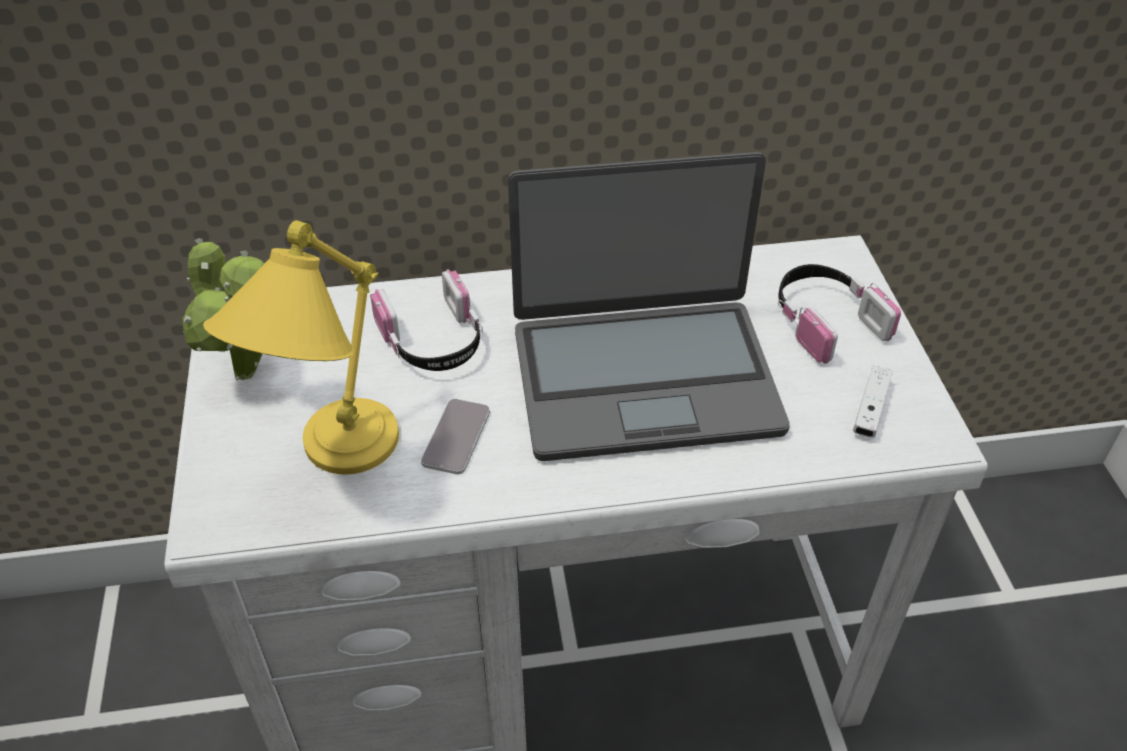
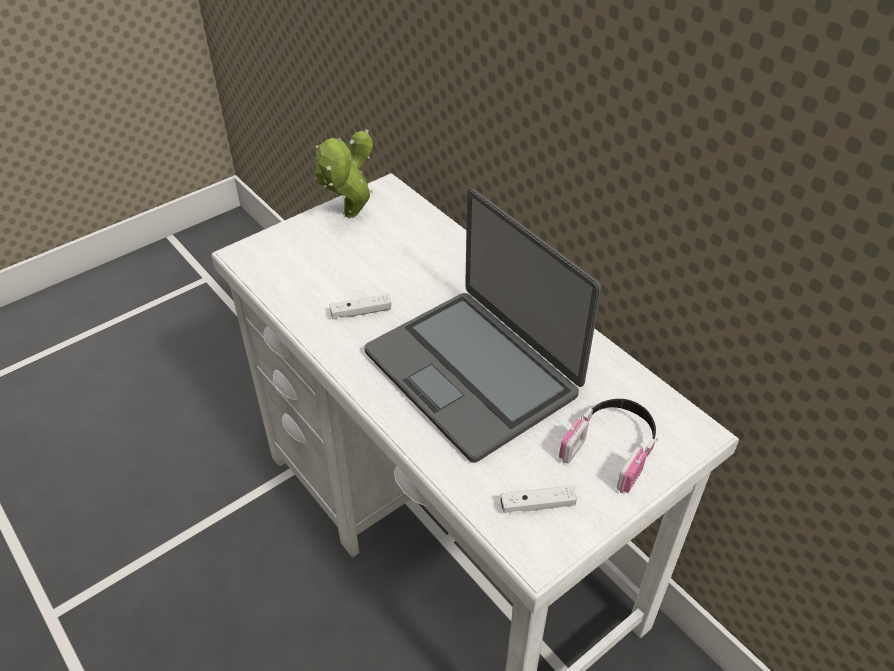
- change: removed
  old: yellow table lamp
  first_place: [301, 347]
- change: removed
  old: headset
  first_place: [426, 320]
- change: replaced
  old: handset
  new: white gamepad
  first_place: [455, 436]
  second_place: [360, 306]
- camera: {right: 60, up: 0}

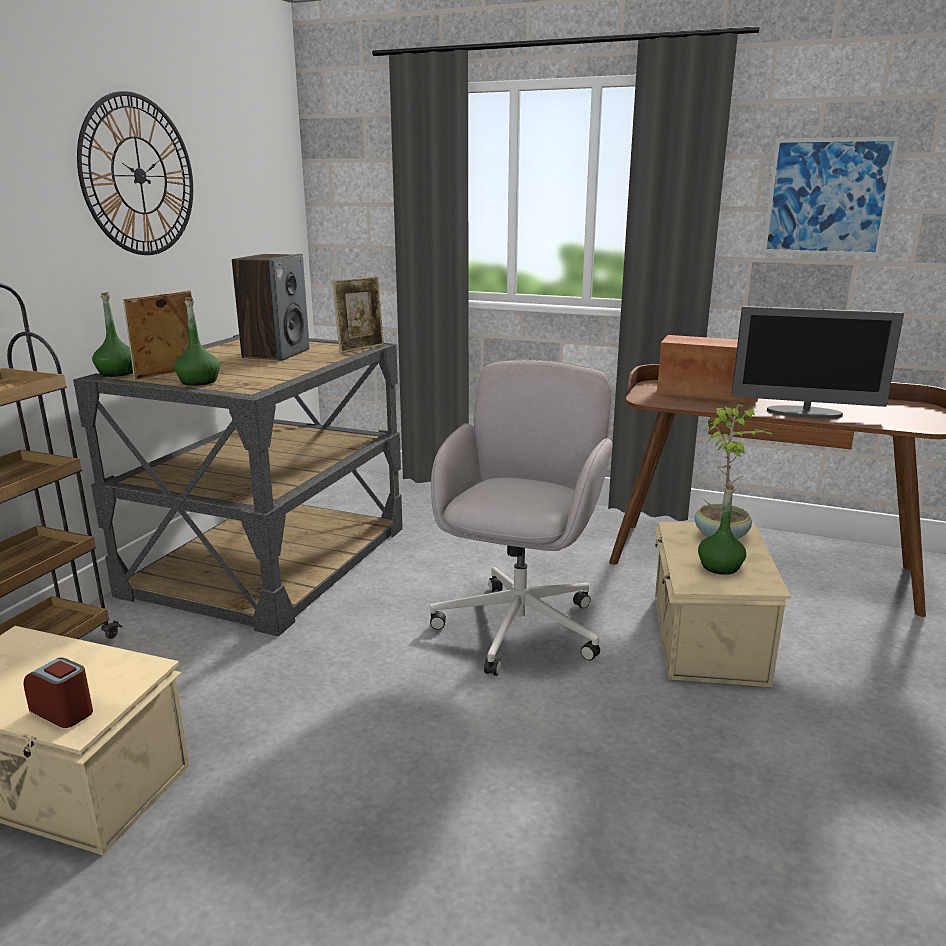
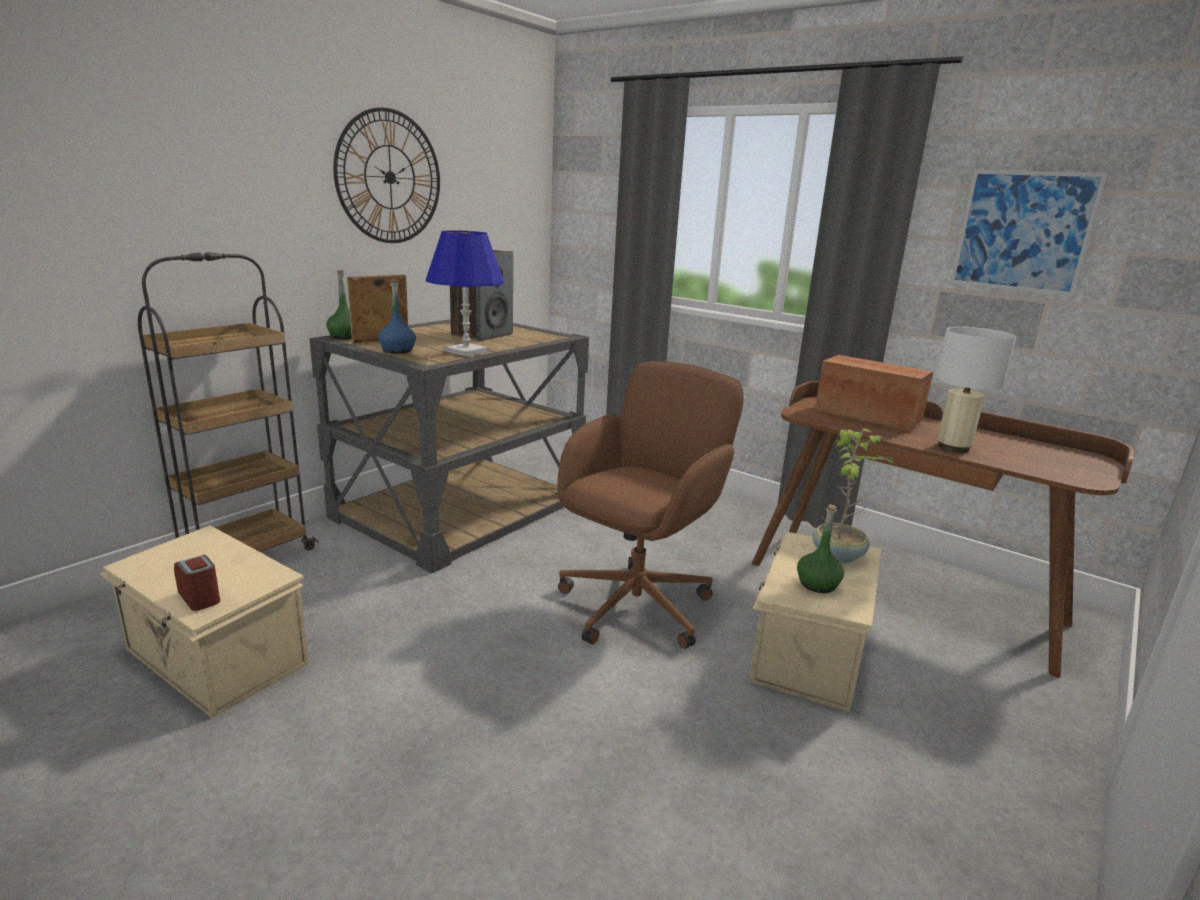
- change: removed
  old: picture frame
  first_place: [358, 315]
- change: added
  new: blue table lamp
  second_place: [465, 293]
- change: replaced
  old: computer display
  new: white table lamp
  first_place: [818, 362]
  second_place: [976, 389]
- change: recoloured
  old: greenish beverage bottle
  new: blue beverage bottle
  first_place: [197, 341]
  second_place: [397, 316]
- change: recoloured
  old: grey desk chair
  new: brownish desk chair
  first_place: [521, 518]
  second_place: [650, 505]
- camera: {right: 15, up: 0}

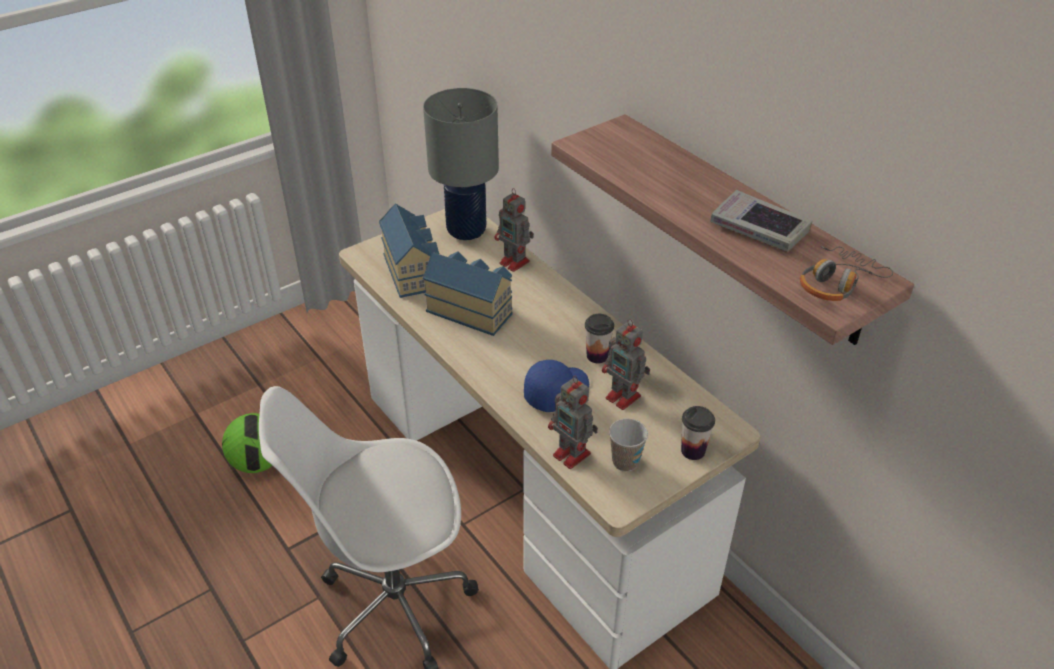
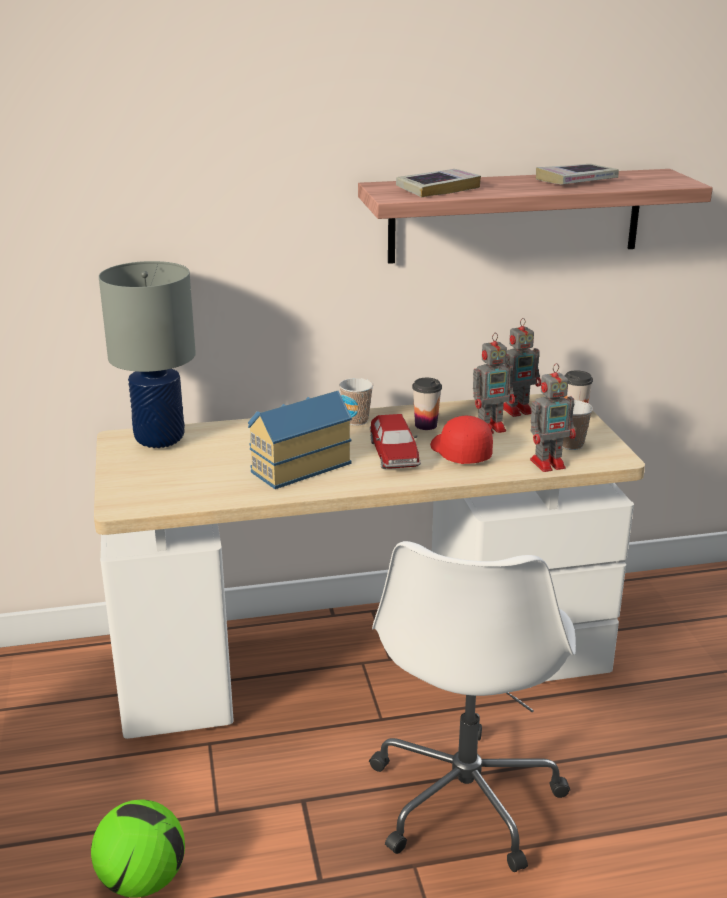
- change: removed
  old: miniature house
  first_place: [409, 250]
- change: removed
  old: headset
  first_place: [846, 273]
- change: added
  new: drinking cup
  second_place: [356, 402]
- change: added
  new: model car
  second_place: [395, 441]
- change: added
  new: bound book
  second_place: [438, 183]
- change: moved
  old: toy robot
  first_place: [514, 230]
  second_place: [522, 367]
- change: recoloured
  old: blue baseball cap
  new: red-coloured baseball cap
  first_place: [556, 385]
  second_place: [461, 440]
- camera: {right: -65, up: -15}

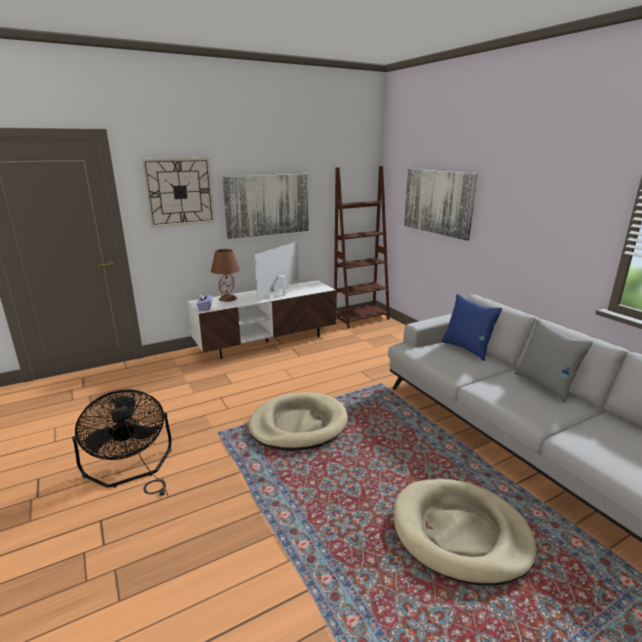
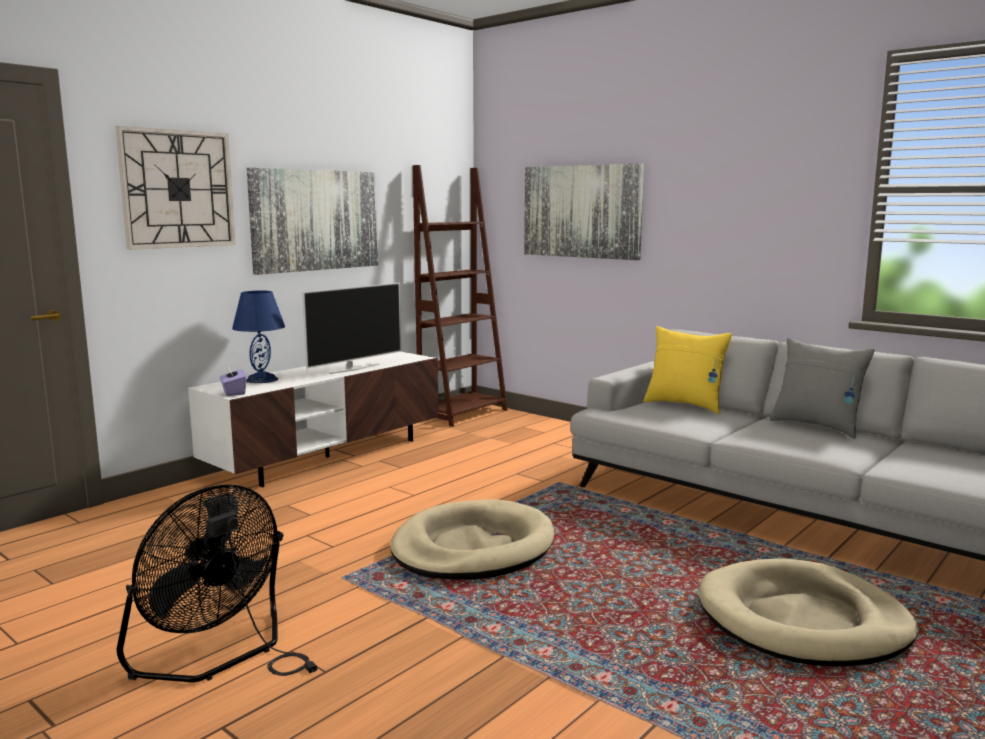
- change: recoloured
  old: brownish table lamp
  new: blue table lamp
  first_place: [225, 275]
  second_place: [258, 337]
- change: recoloured
  old: blue pillow
  new: yellow pillow
  first_place: [471, 327]
  second_place: [687, 370]
- change: turned
  old: TV
  first_place: [276, 270]
  second_place: [351, 328]
  degrees: -150
- camera: {right: -20, up: -10}

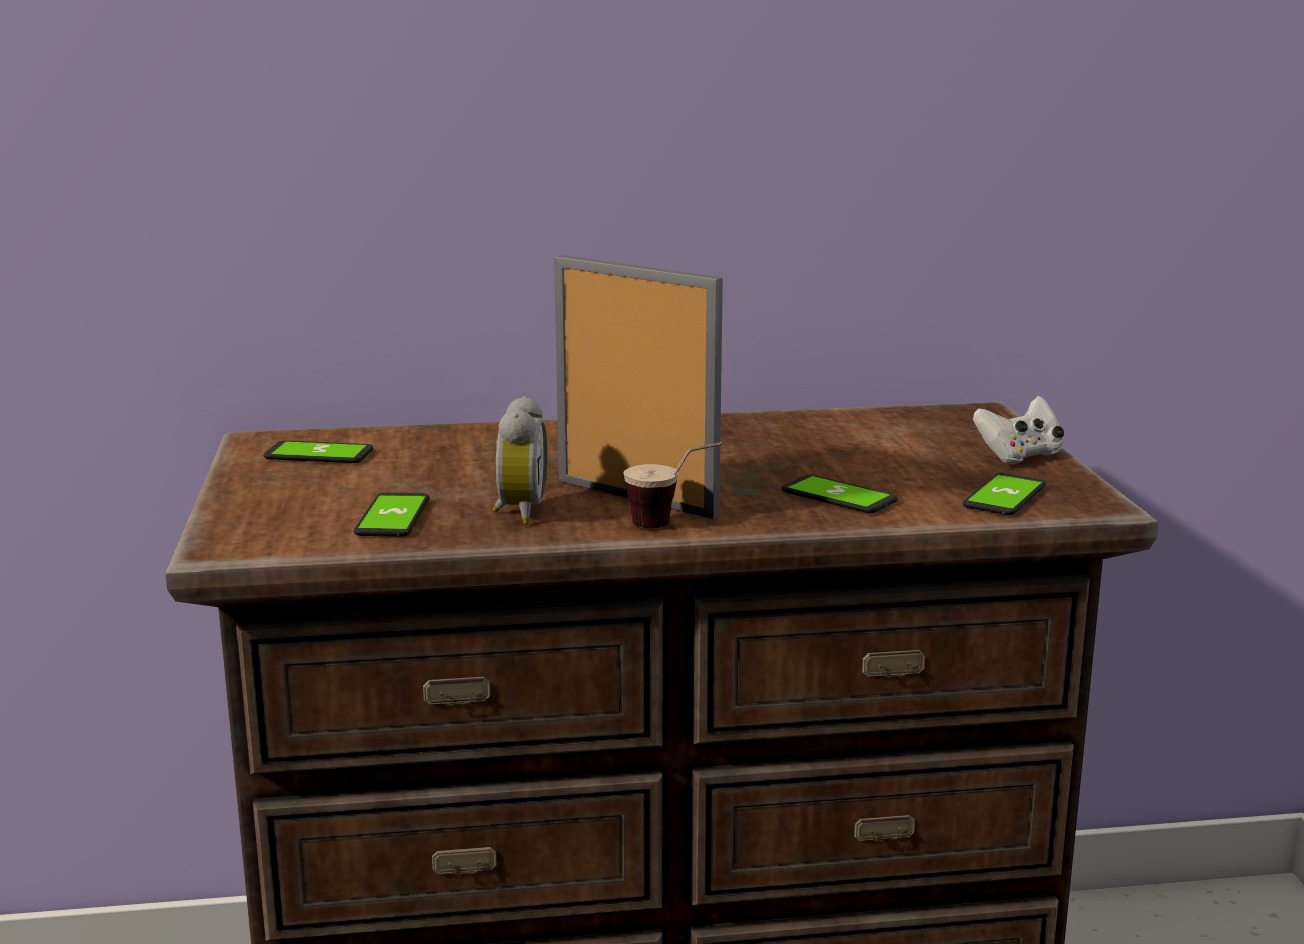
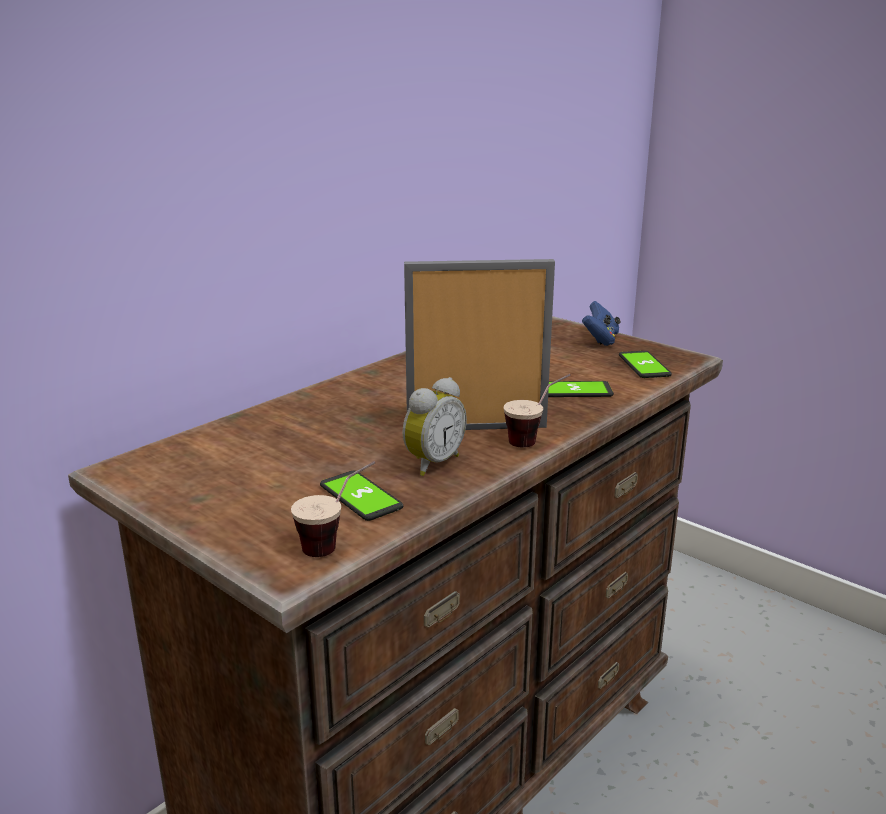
- change: removed
  old: handset
  first_place: [318, 452]
- change: added
  new: drinking cup
  second_place: [333, 509]
- change: recoloured
  old: white gamepad
  new: blue gamepad
  first_place: [1018, 430]
  second_place: [601, 323]
- change: turned
  old: table clock
  first_place: [520, 460]
  second_place: [435, 426]
  degrees: 75
- camera: {right: -40, up: 5}

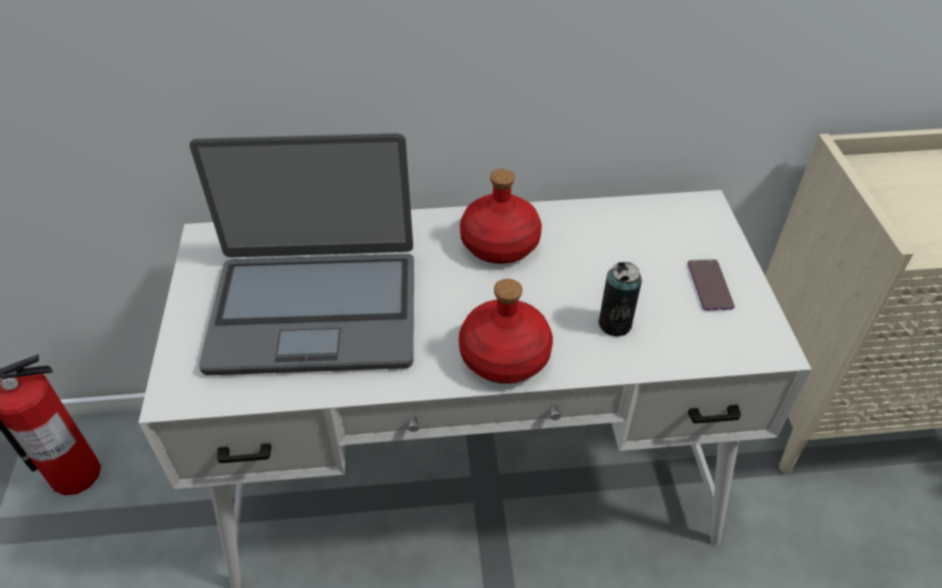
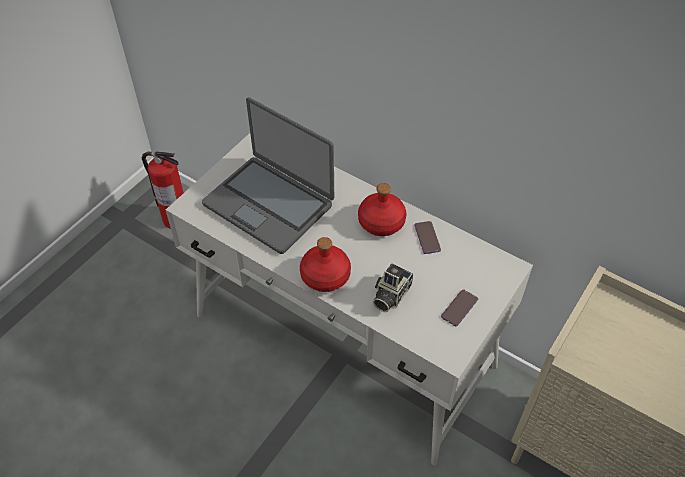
- change: added
  new: handset
  second_place: [428, 237]
- change: replaced
  old: metal can
  new: photo camera
  first_place: [620, 299]
  second_place: [393, 288]
- camera: {right: 40, up: 5}

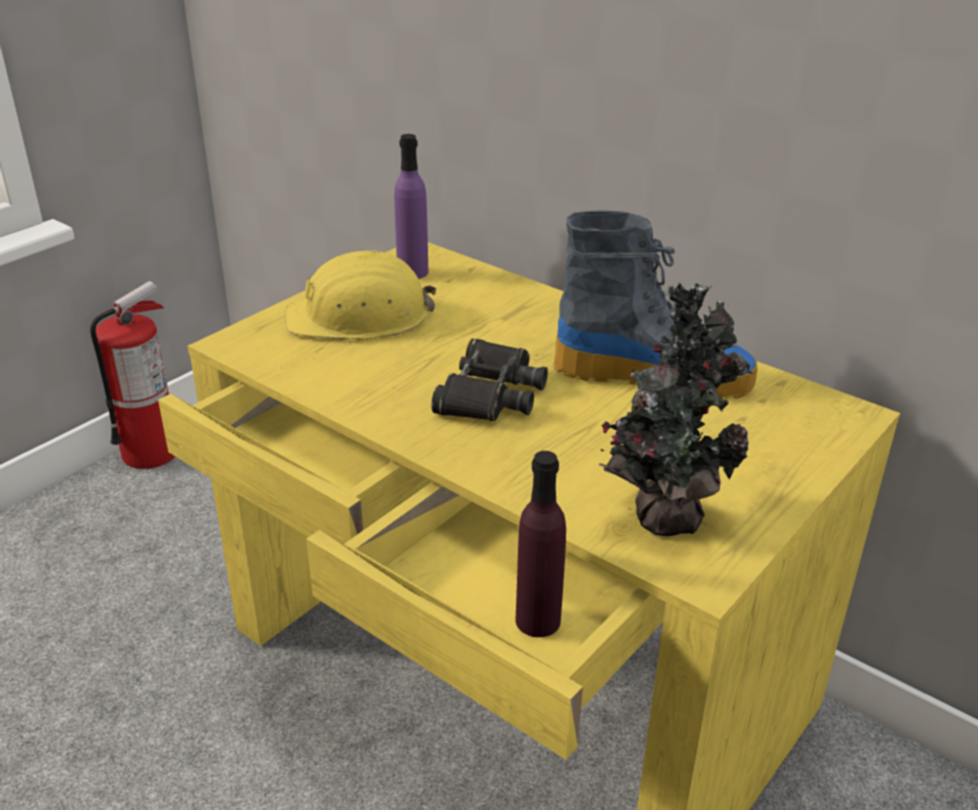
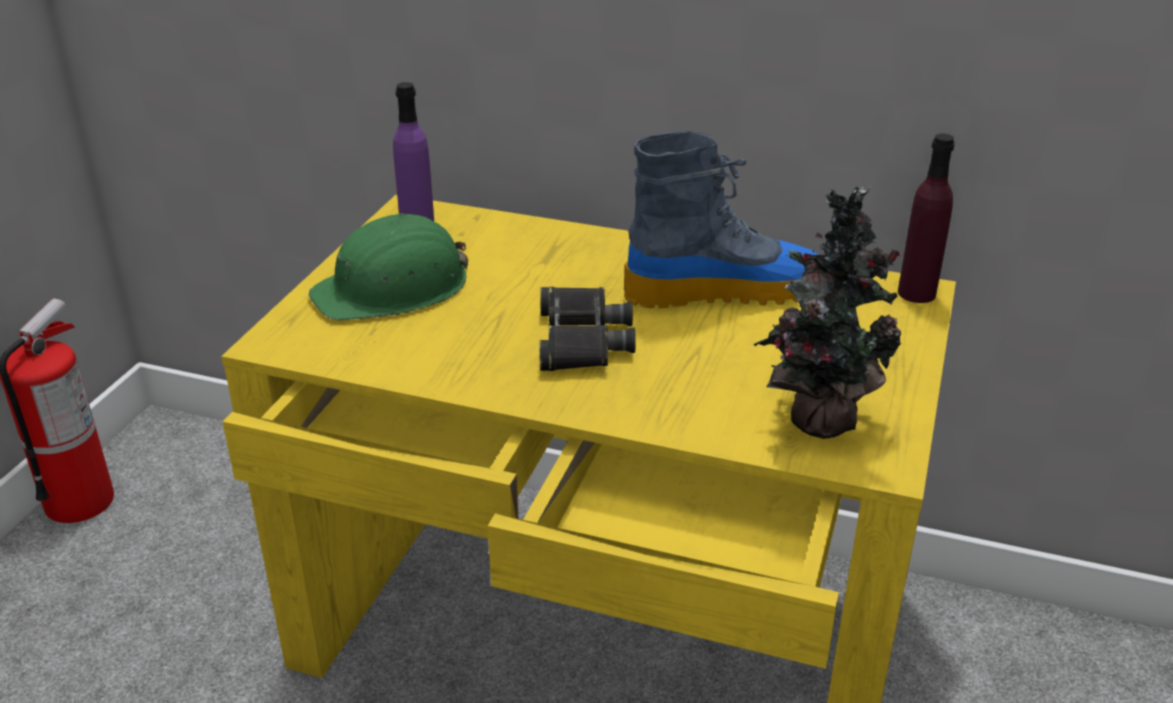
- change: moved
  old: purple beverage bottle
  first_place: [540, 544]
  second_place: [926, 218]
- change: recoloured
  old: yellow hard hat
  new: greenish hard hat
  first_place: [360, 294]
  second_place: [388, 266]
- camera: {right: -20, up: 0}

